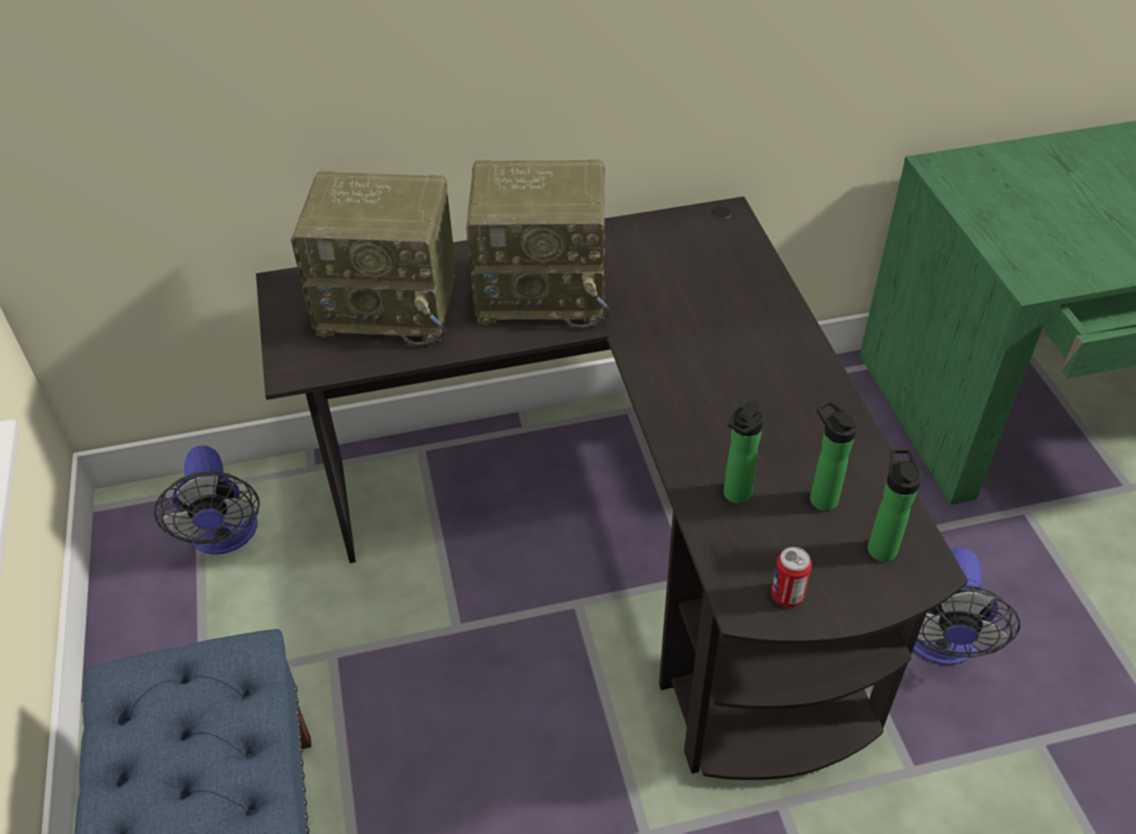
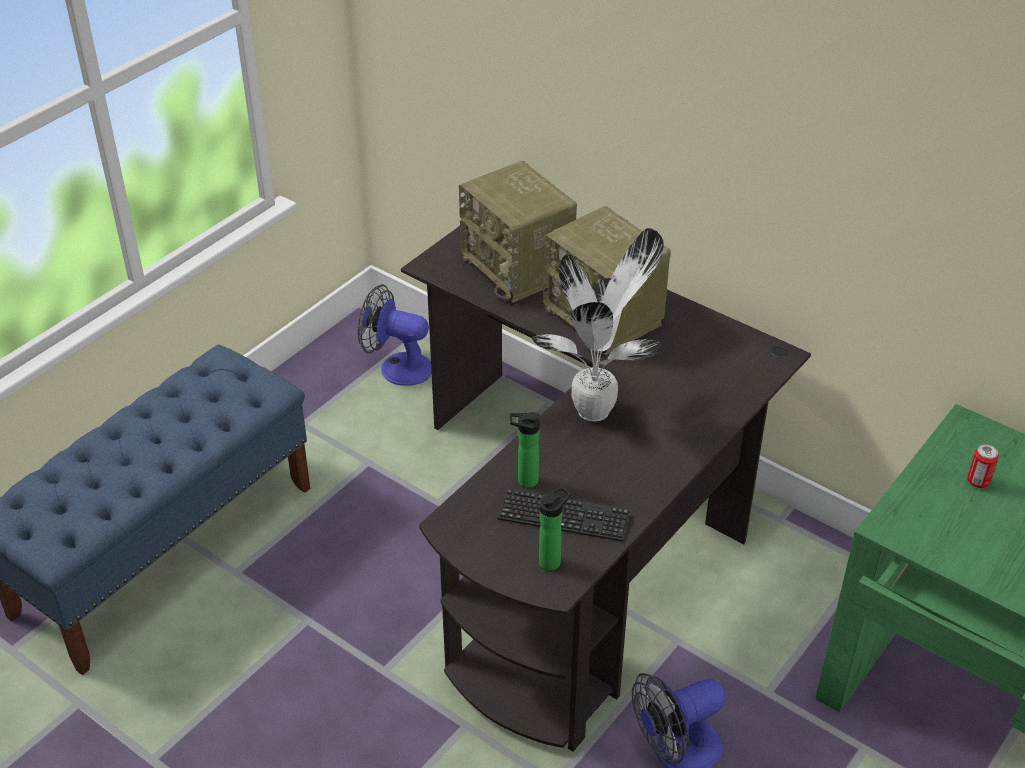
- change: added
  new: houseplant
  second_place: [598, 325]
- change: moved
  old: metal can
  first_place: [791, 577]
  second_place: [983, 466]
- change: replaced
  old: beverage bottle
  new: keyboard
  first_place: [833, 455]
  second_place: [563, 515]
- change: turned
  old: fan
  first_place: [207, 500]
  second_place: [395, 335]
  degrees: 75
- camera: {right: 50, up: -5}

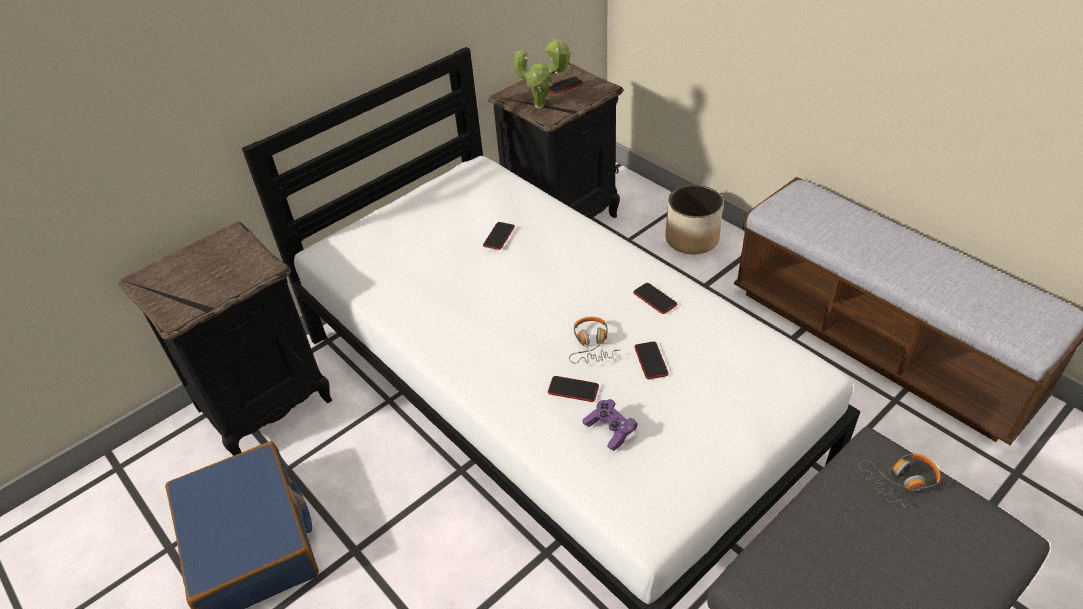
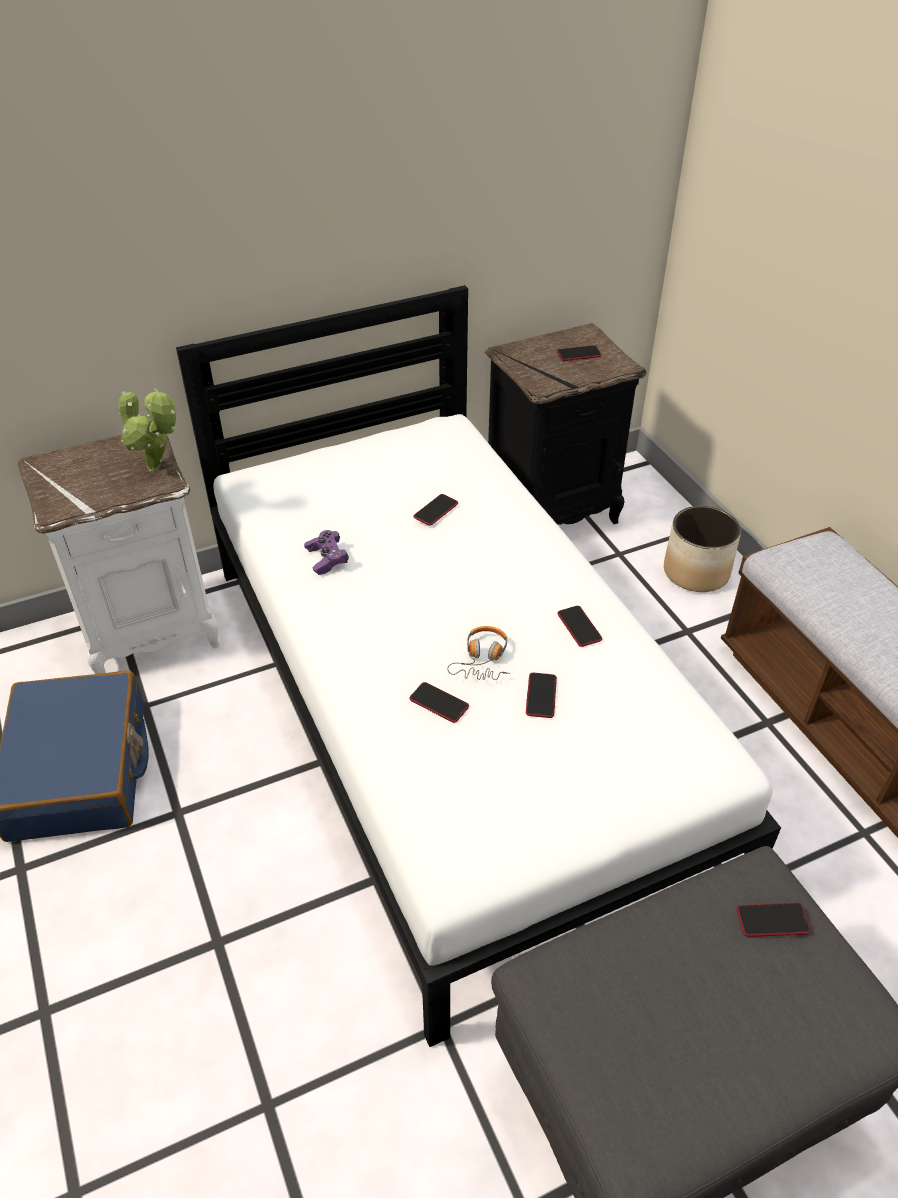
- change: moved
  old: houseplant
  first_place: [542, 73]
  second_place: [147, 430]
- change: moved
  old: purple gamepad
  first_place: [610, 425]
  second_place: [326, 552]
- change: replaced
  old: headset
  new: handset
  first_place: [899, 480]
  second_place: [774, 920]
- change: recoloured
  old: black night table
  new: white night table
  first_place: [225, 339]
  second_place: [119, 554]
- camera: {right: 15, up: 0}

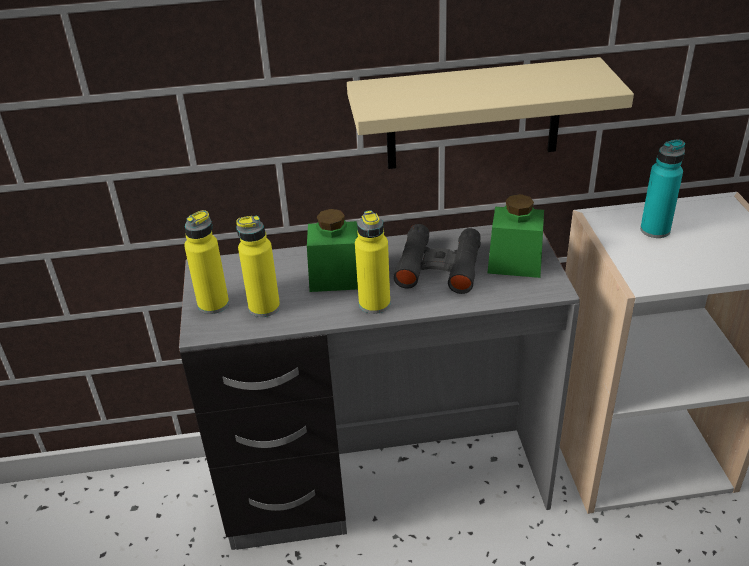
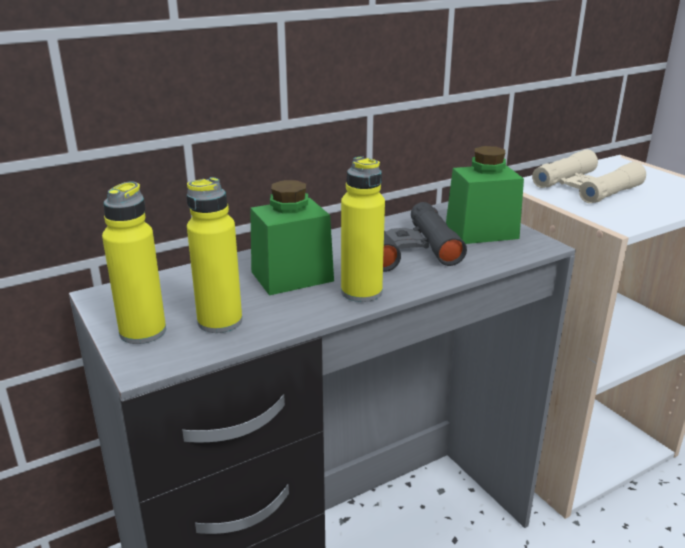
- change: removed
  old: beige wall shelf
  first_place: [490, 113]
- change: replaced
  old: turquoise-coloured beverage bottle
  new: beige field glasses
  first_place: [662, 188]
  second_place: [589, 176]
- camera: {right: -25, up: -10}

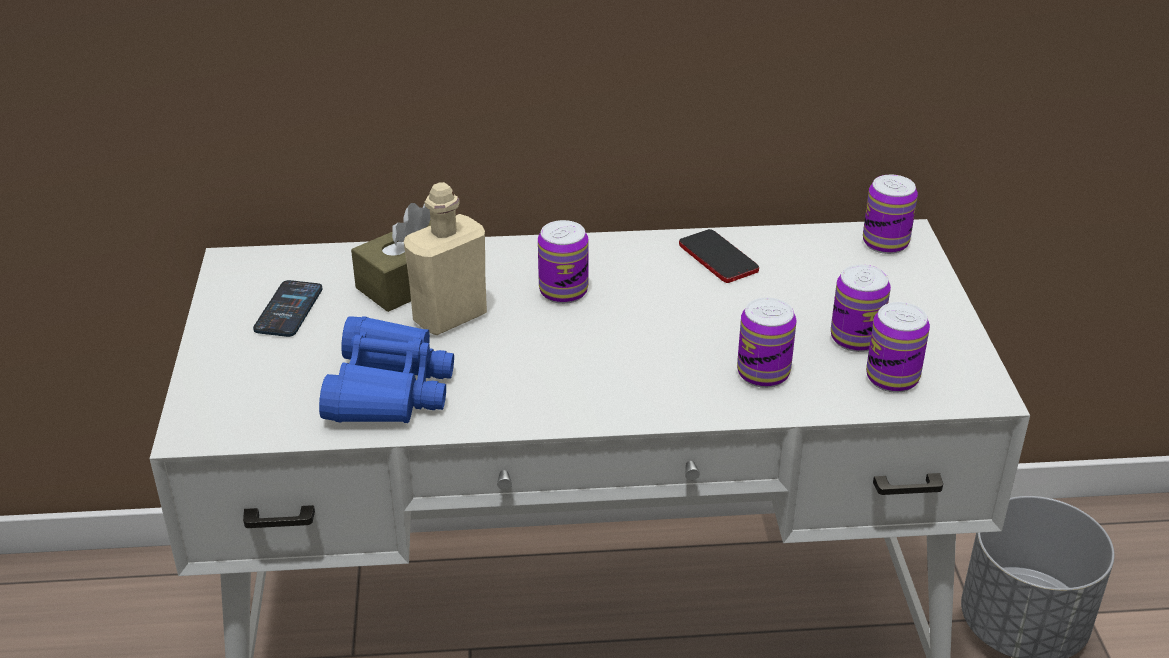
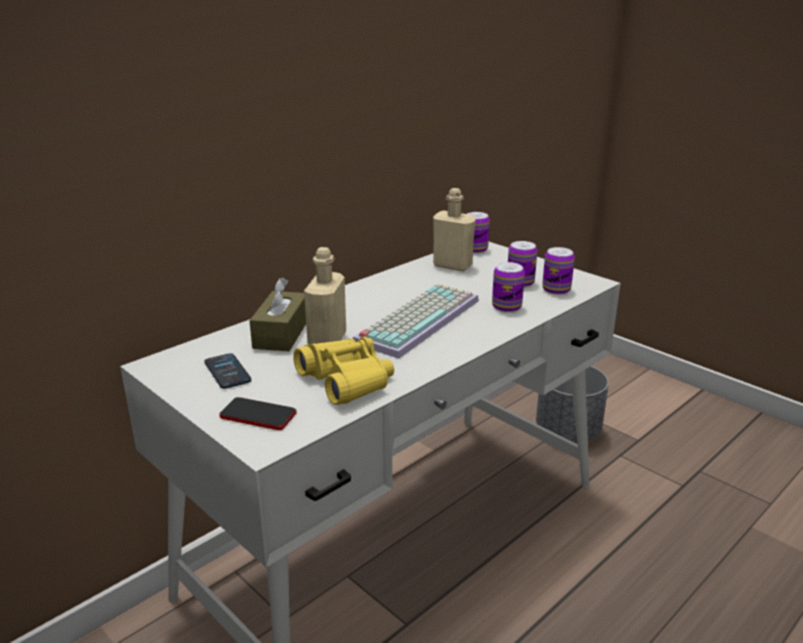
- change: removed
  old: metal can
  first_place: [563, 262]
- change: added
  new: keyboard
  second_place: [416, 321]
- change: added
  new: beige beverage bottle
  second_place: [454, 229]
- change: moved
  old: handset
  first_place: [719, 256]
  second_place: [257, 413]
- change: recoloured
  old: blue field glasses
  new: yellow field glasses
  first_place: [386, 369]
  second_place: [343, 371]
- camera: {right: -40, up: -10}

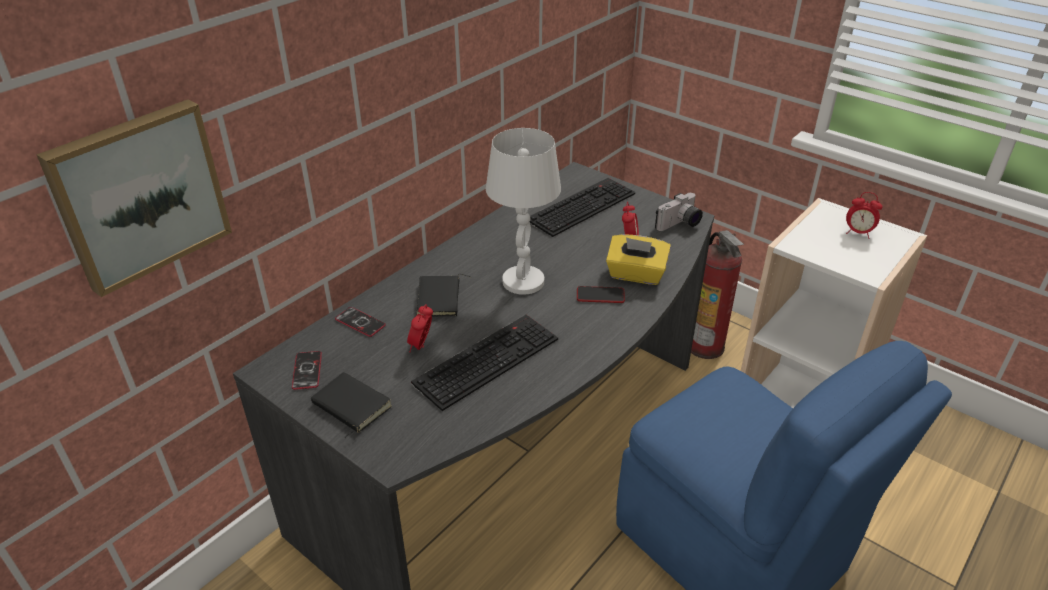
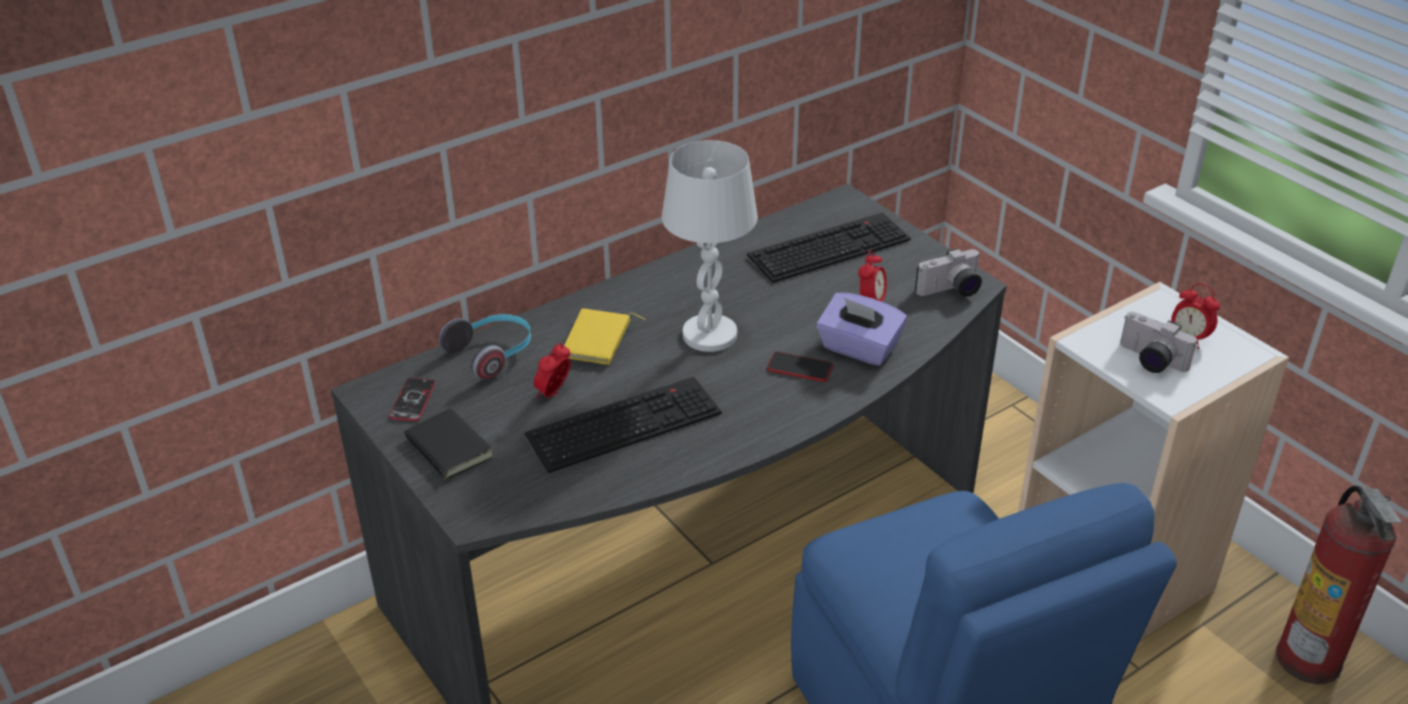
- change: removed
  old: wall art
  first_place: [134, 198]
- change: added
  new: photo camera
  second_place: [1158, 342]
- change: moved
  old: fire extinguisher
  first_place: [717, 294]
  second_place: [1339, 585]
- change: replaced
  old: handset
  new: headset
  first_place: [360, 322]
  second_place: [485, 347]
- change: recoloured
  old: black bound book
  new: yellow bound book
  first_place: [444, 295]
  second_place: [604, 336]
- change: recoloured
  old: yellow box of tissues
  new: purple box of tissues
  first_place: [638, 259]
  second_place: [862, 329]
- camera: {right: 15, up: 0}

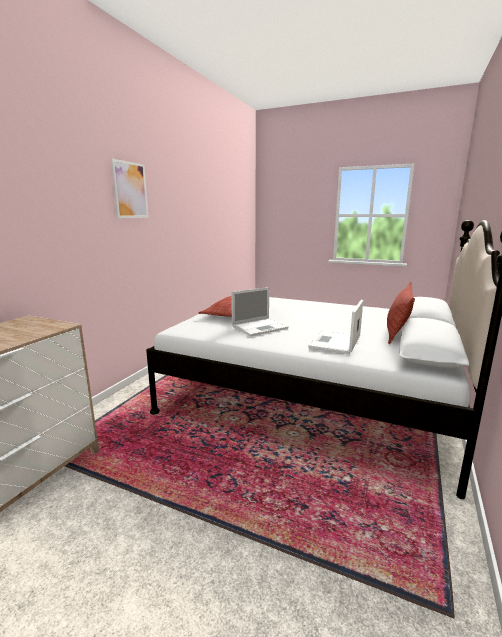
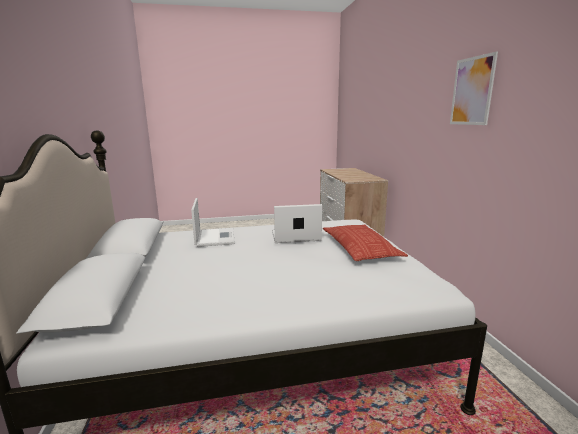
- change: removed
  old: pillow
  first_place: [401, 313]
- change: turned
  old: laptop
  first_place: [259, 311]
  second_place: [297, 223]
  degrees: 60
- camera: {right: 145, up: 0}

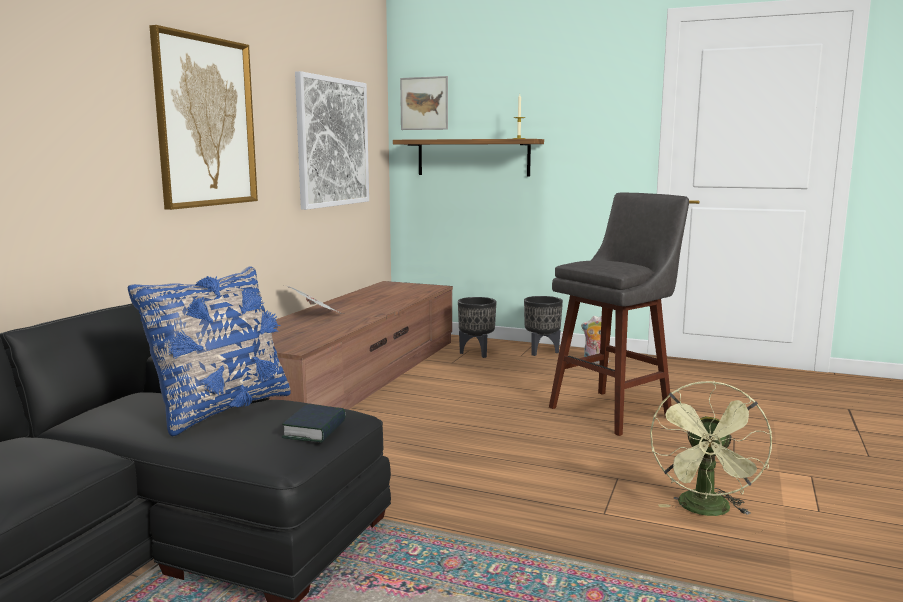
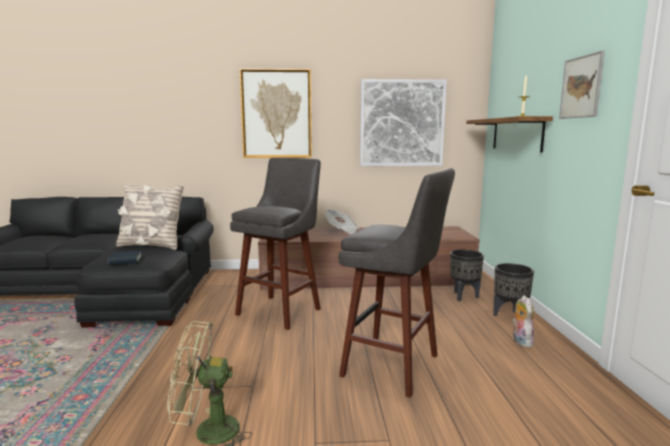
- change: added
  new: grey stool seat
  second_place: [275, 244]
- change: moved
  old: wall art
  first_place: [424, 103]
  second_place: [582, 84]
- change: recoloured
  old: blue pillow
  new: beige pillow
  first_place: [209, 351]
  second_place: [150, 216]
- camera: {right: 65, up: 0}

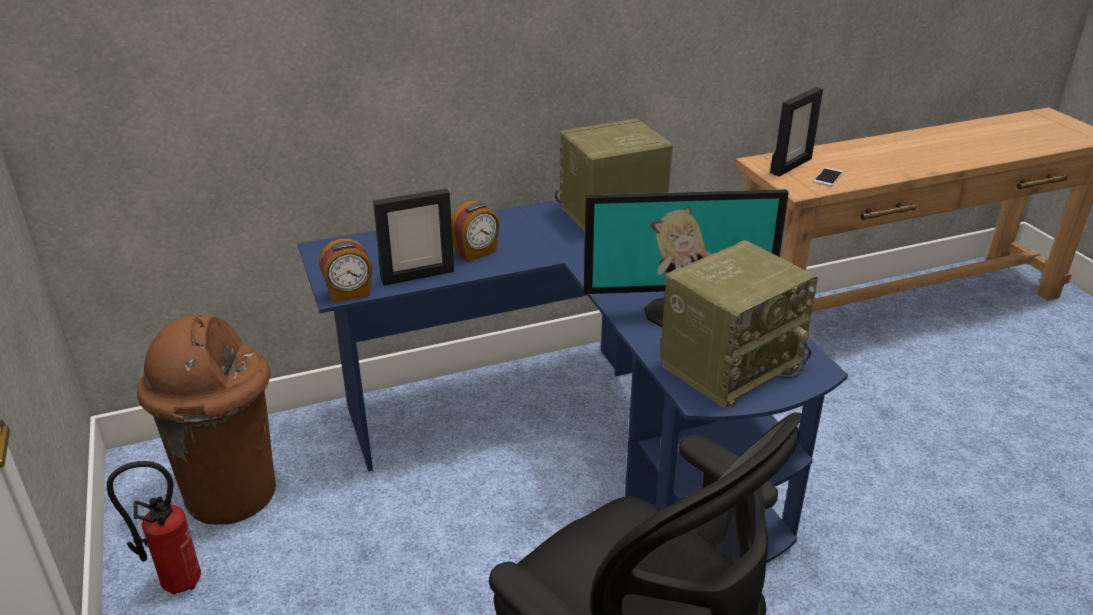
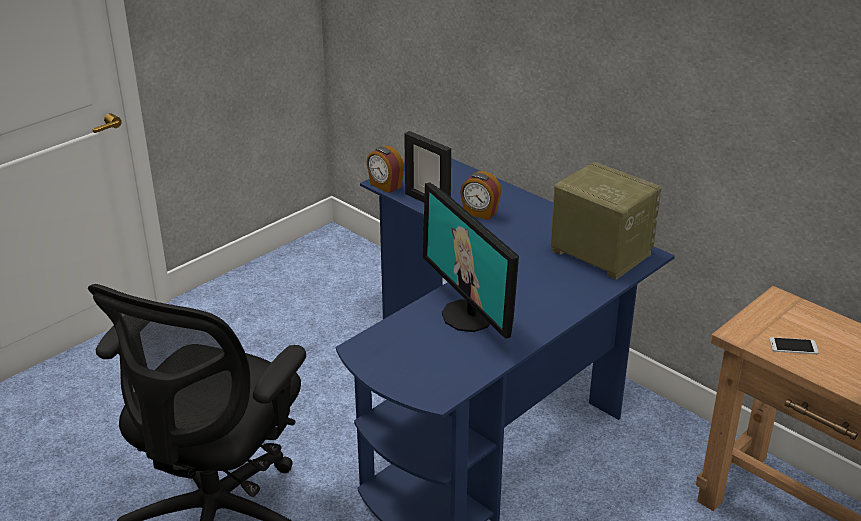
- change: removed
  old: fire extinguisher
  first_place: [154, 527]
- change: removed
  old: brownish waste bin
  first_place: [206, 419]
- change: removed
  old: radio set
  first_place: [739, 324]
- change: removed
  old: picture frame
  first_place: [796, 132]
- camera: {right: 65, up: 0}

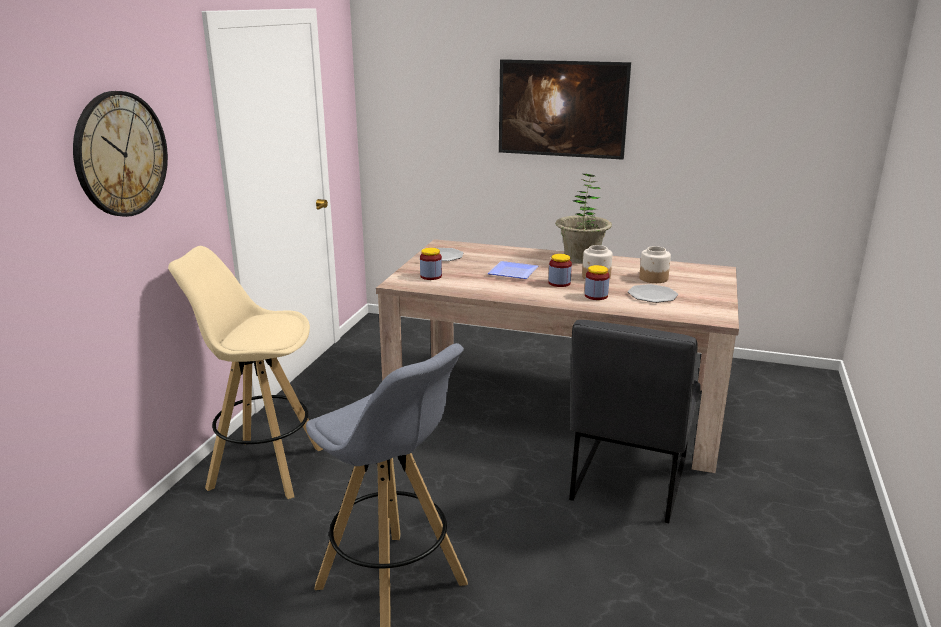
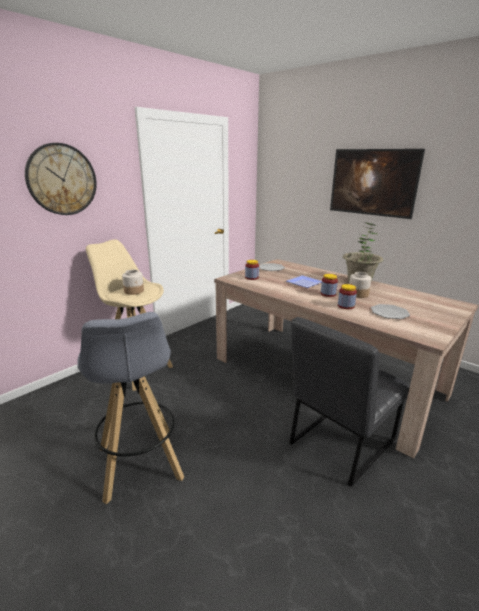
- change: moved
  old: jar
  first_place: [655, 264]
  second_place: [133, 282]
- camera: {right: 25, up: 0}

